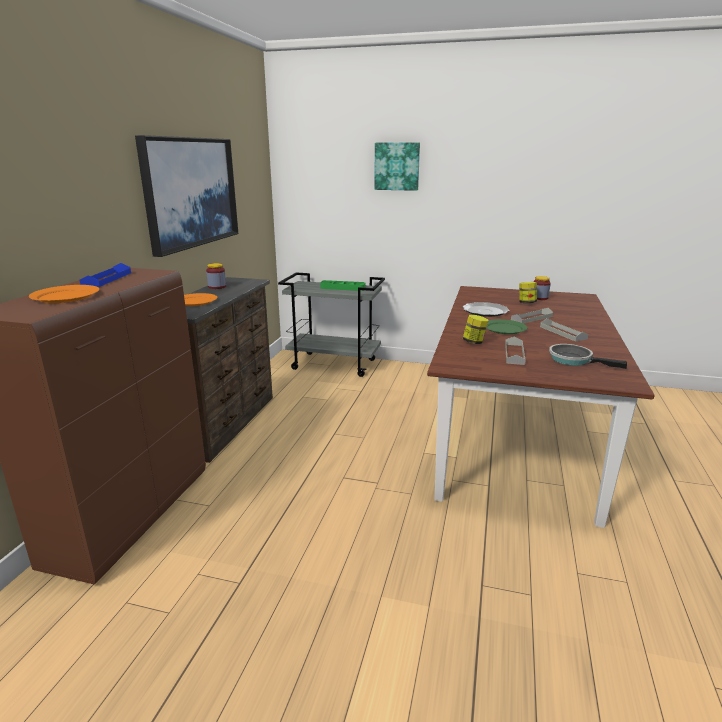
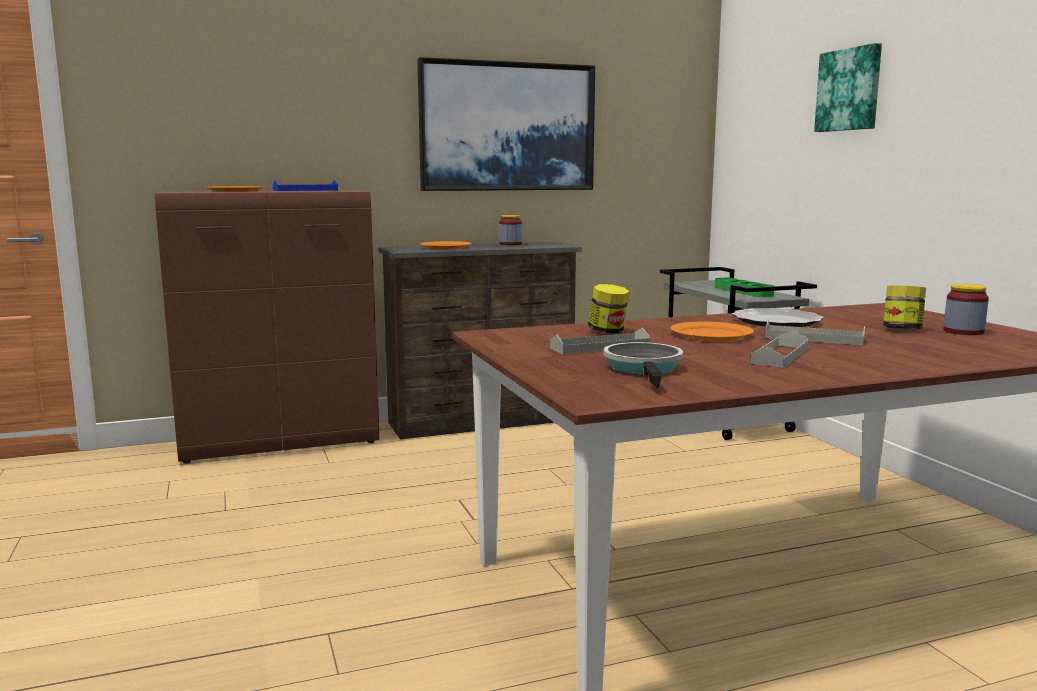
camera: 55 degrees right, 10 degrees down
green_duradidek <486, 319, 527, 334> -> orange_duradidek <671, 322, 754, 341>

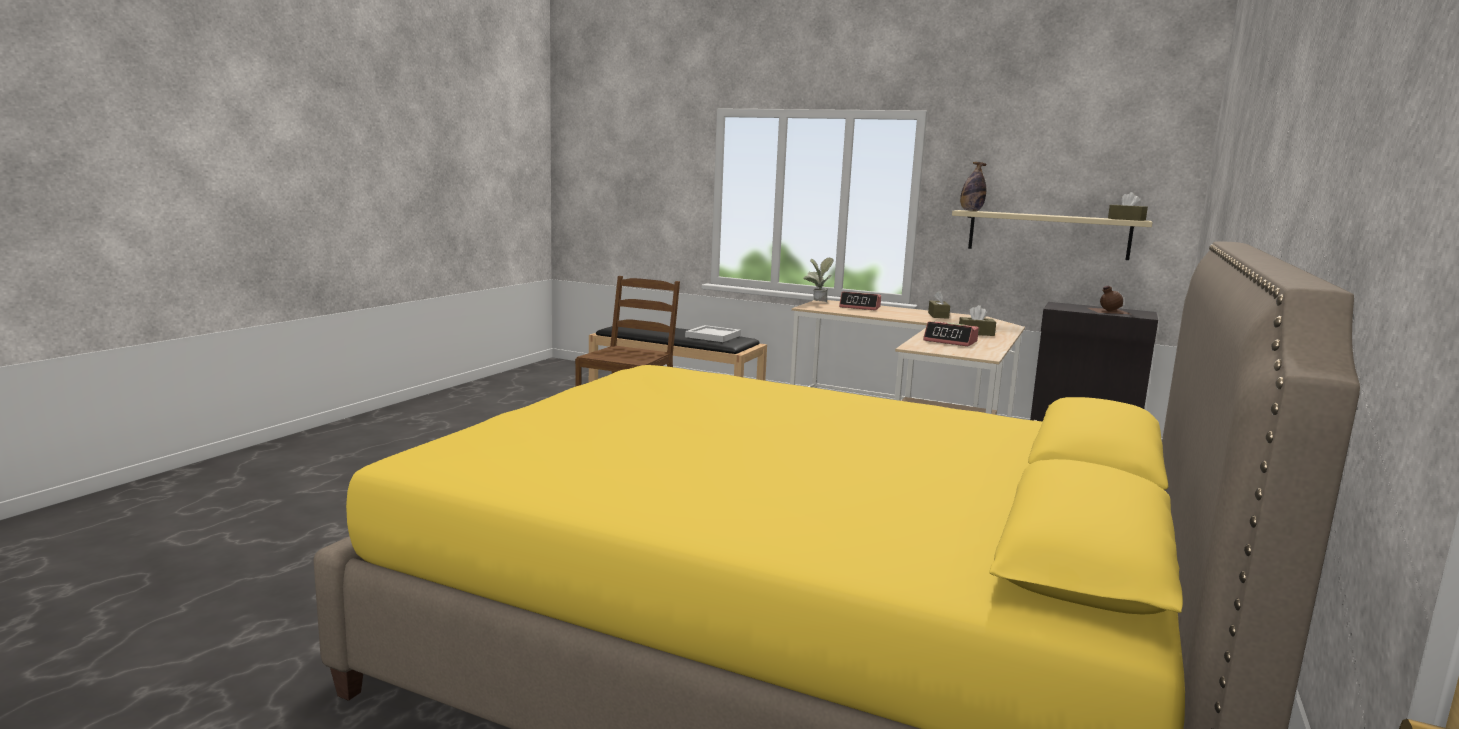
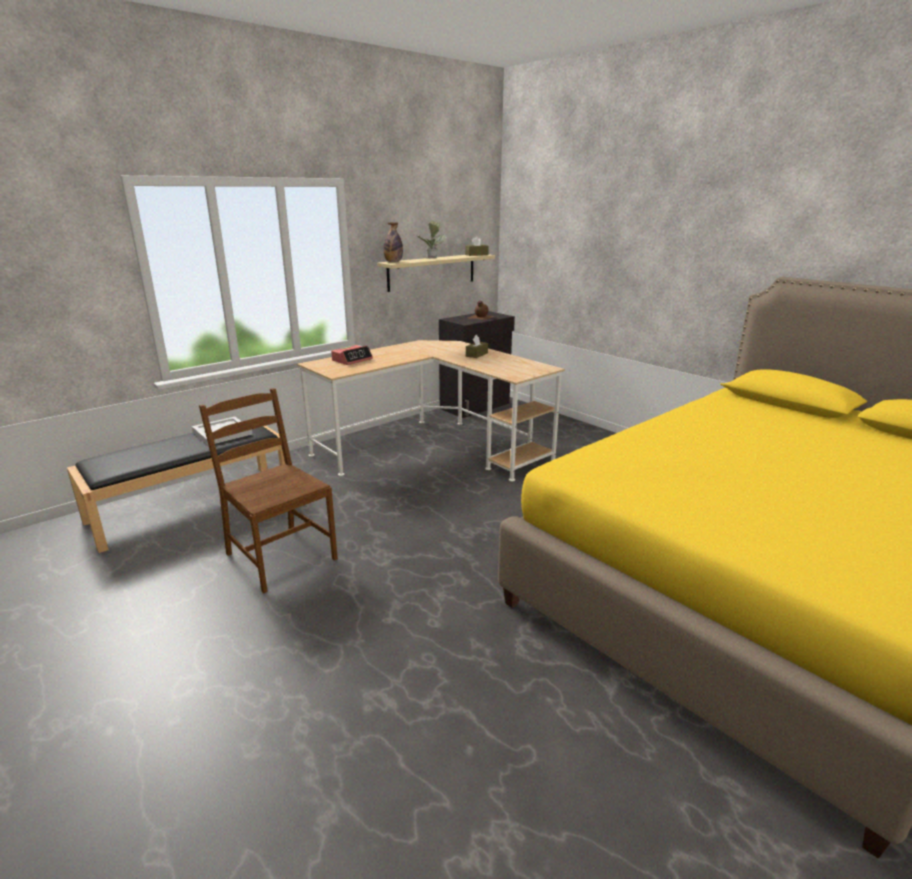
camera: 65 degrees left, 10 degrees up
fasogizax <803, 258, 834, 302> -> fasogizax <417, 221, 446, 259>, relocated
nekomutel <923, 321, 979, 346> -> none
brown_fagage <928, 291, 950, 319> -> none

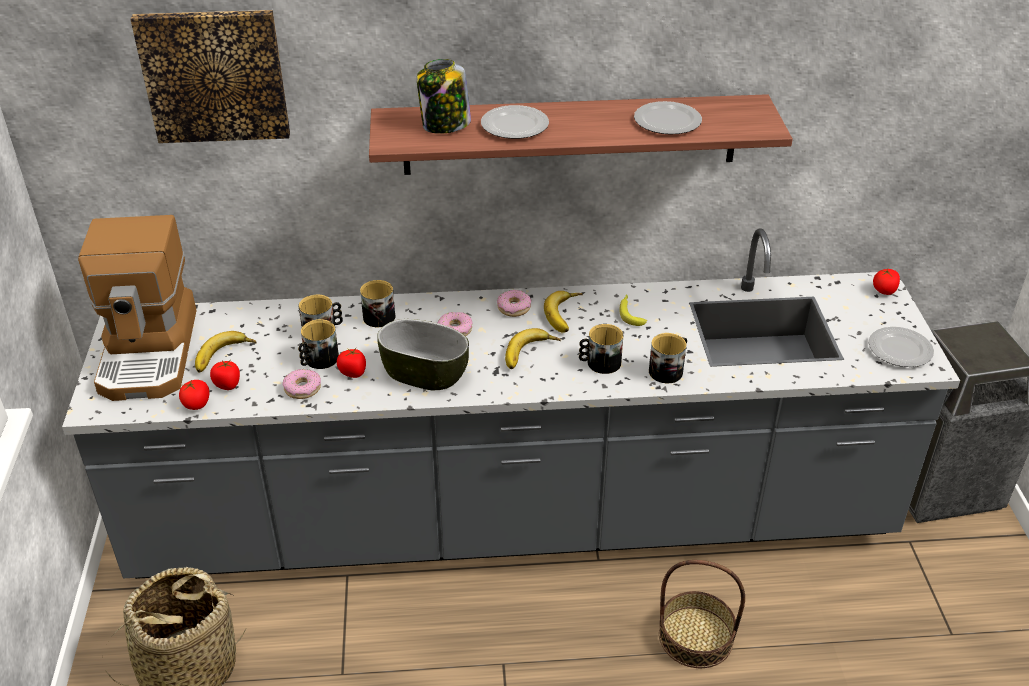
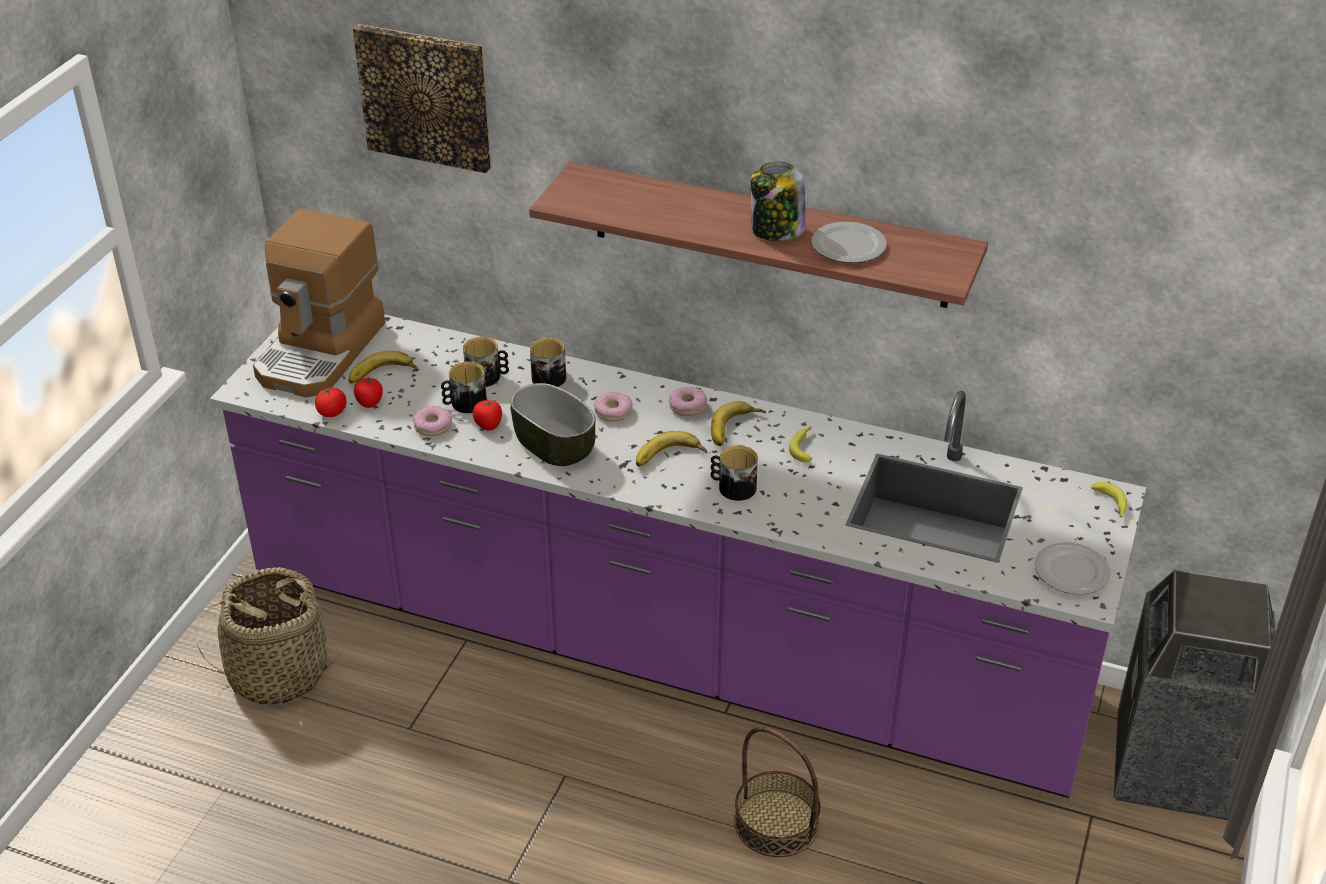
camera: 25 degrees right, 0 degrees up
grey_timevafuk <62, 228, 960, 579> -> purple_timevafuk <210, 314, 1146, 798>
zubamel <417, 59, 471, 134> -> zubamel <751, 162, 805, 241>, relocated
duradidek <481, 105, 549, 139> -> none
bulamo <649, 333, 687, 383> -> none
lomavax <873, 268, 900, 295> -> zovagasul <1091, 482, 1127, 518>

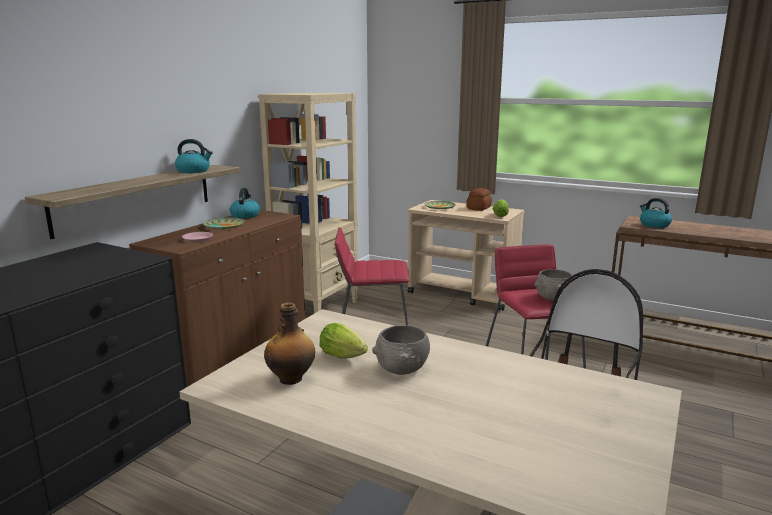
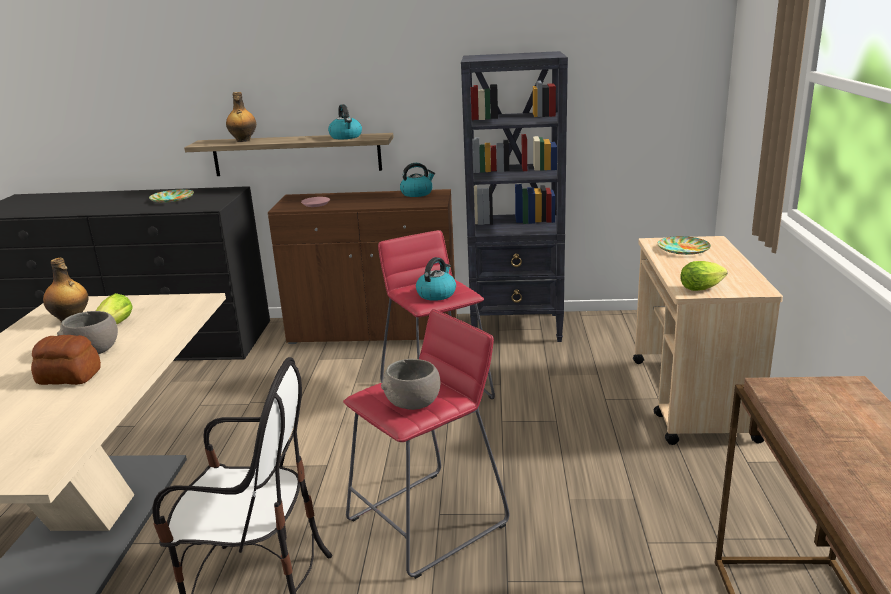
camera: 65 degrees right, 5 degrees up
duradidek <203, 217, 245, 229> -> duradidek <149, 189, 194, 203>, relocated
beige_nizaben <259, 93, 358, 314> -> black_nizaben <461, 51, 568, 342>
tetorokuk <466, 188, 492, 211> -> tetorokuk <31, 335, 101, 385>, relocated
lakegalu <640, 198, 672, 228> -> lakegalu <416, 257, 456, 301>, relocated
none -> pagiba <226, 92, 256, 142>

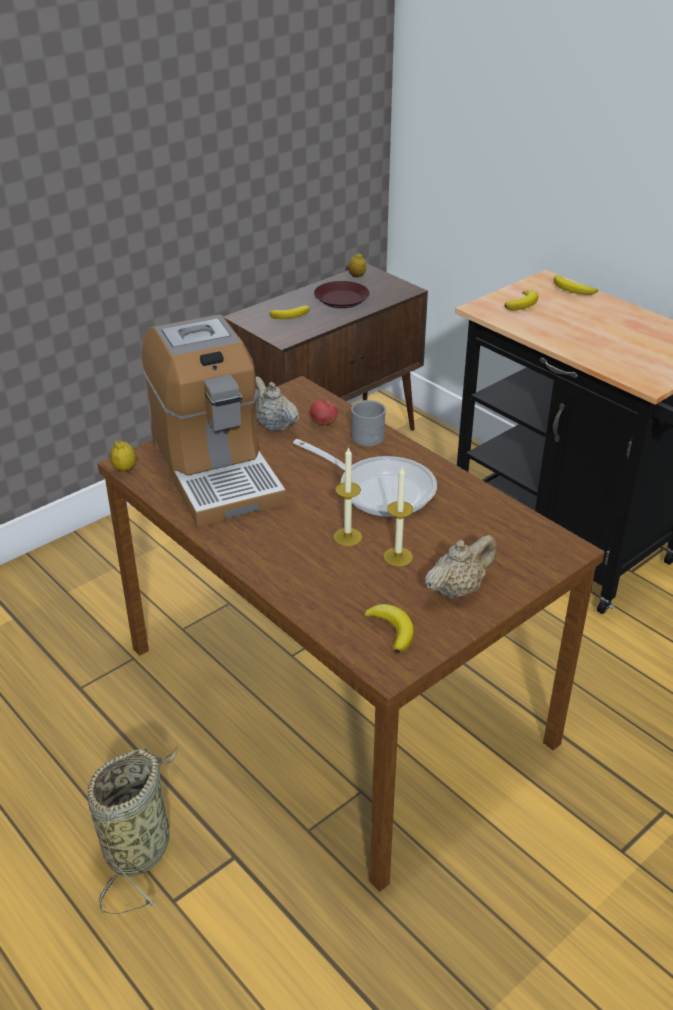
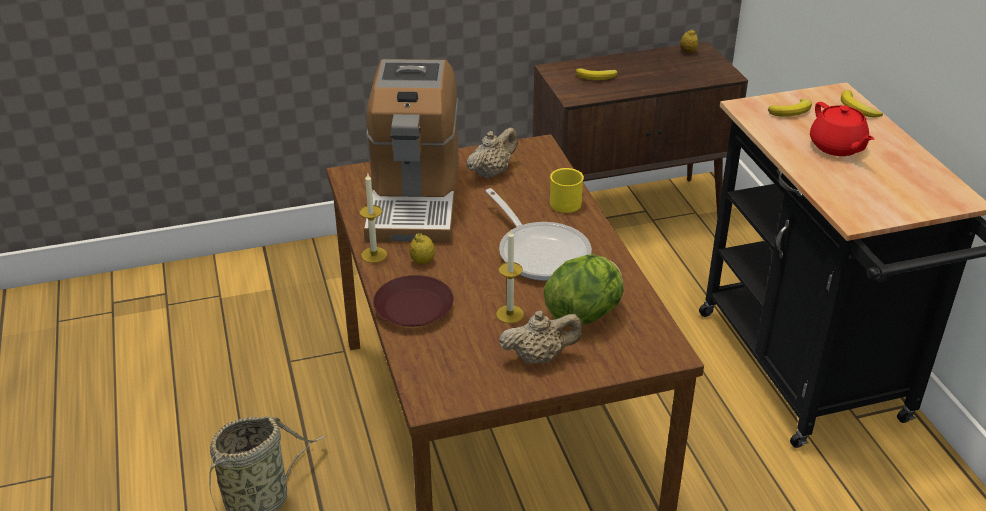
camera: 25 degrees right, 0 degrees up
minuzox <110, 440, 136, 472> -> minuzox <409, 233, 435, 264>, relocated
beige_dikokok <256, 377, 299, 431> -> beige_dikokok <467, 127, 518, 179>, 60 degrees clockwise
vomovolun <310, 399, 338, 425> -> none
brown_duradidek <314, 281, 370, 308> -> brown_duradidek <373, 275, 454, 327>, relocated
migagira <333, 447, 362, 546> -> migagira <360, 174, 387, 263>, relocated
grey_bulamo <351, 400, 386, 447> -> yellow_bulamo <550, 168, 584, 213>
zovagasul <364, 604, 414, 653> -> none
none -> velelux <543, 254, 624, 327>
none -> red_dikokok <810, 102, 874, 156>

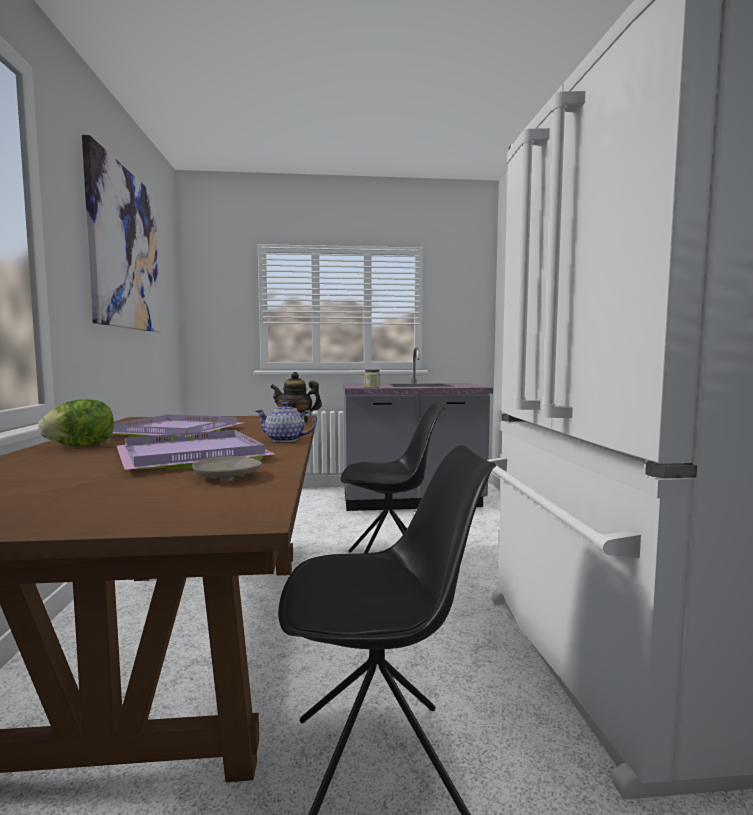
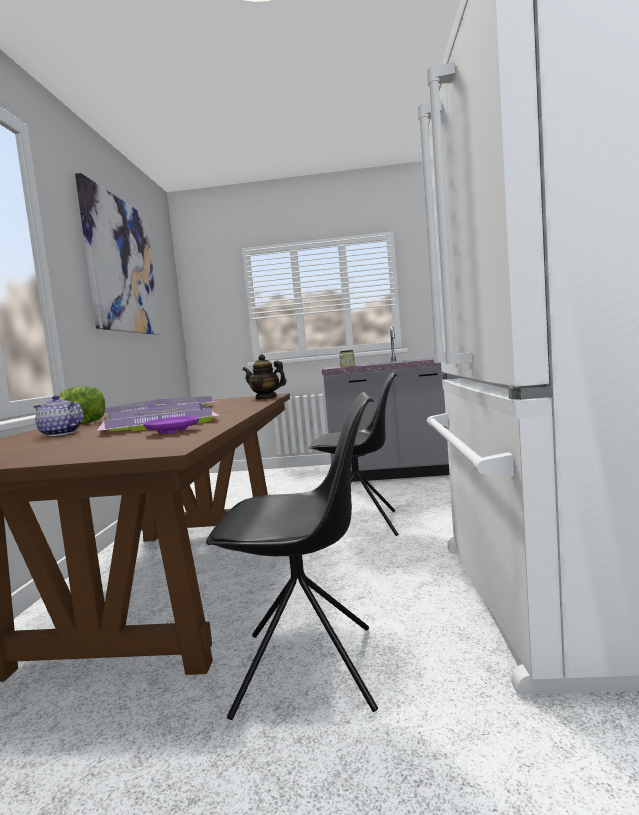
camera: 10 degrees right, 0 degrees up
beige_duradidek <192, 456, 262, 481> -> purple_duradidek <143, 416, 199, 434>
dikokok <255, 402, 316, 442> -> dikokok <33, 395, 83, 436>, relocated

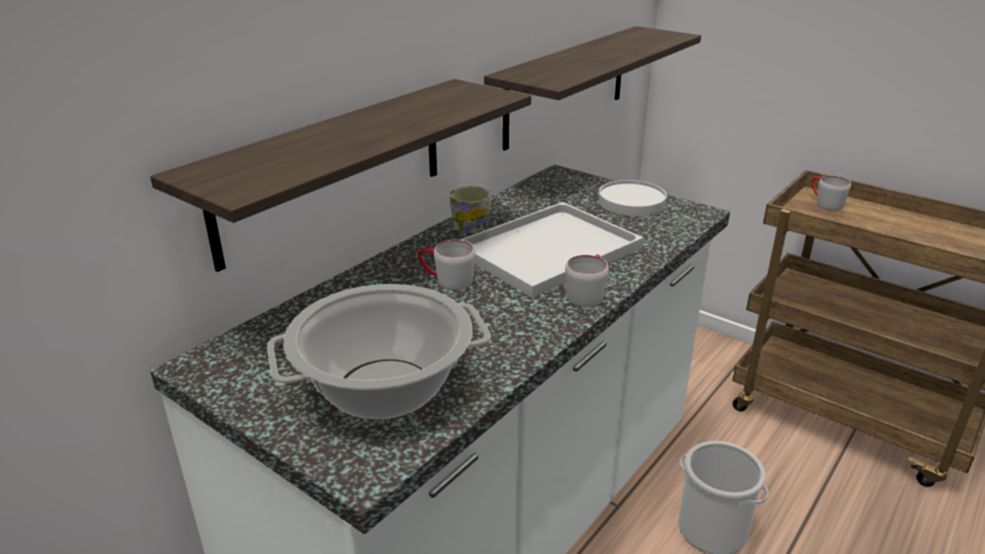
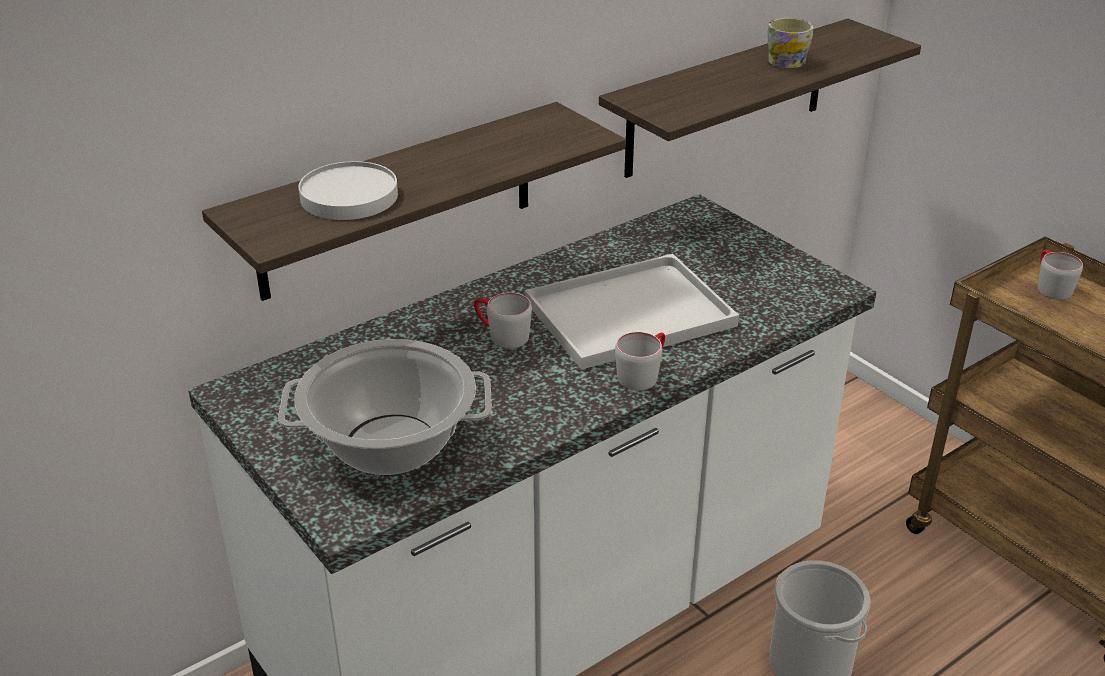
camera: 15 degrees right, 5 degrees up
bulamo <450, 186, 491, 233> -> bulamo <767, 18, 813, 68>, relocated
white_duradidek <599, 180, 667, 216> -> white_duradidek <299, 161, 398, 220>, relocated

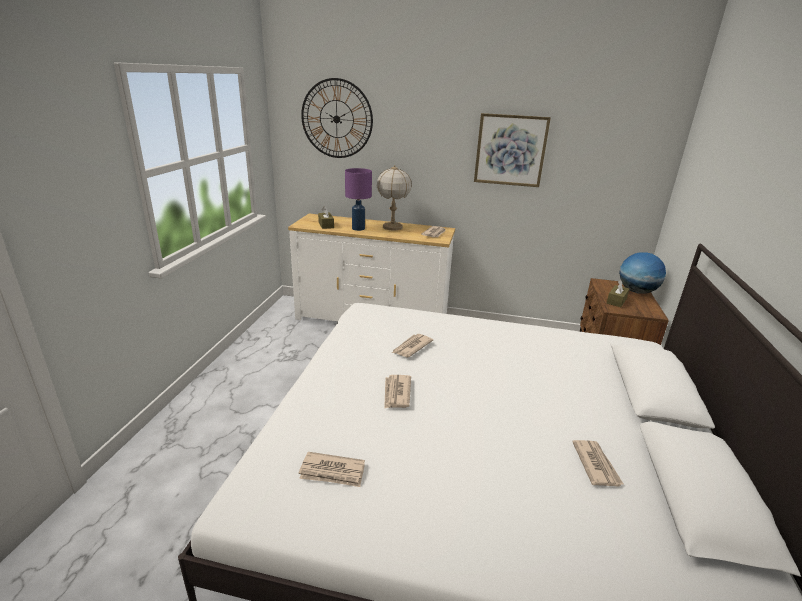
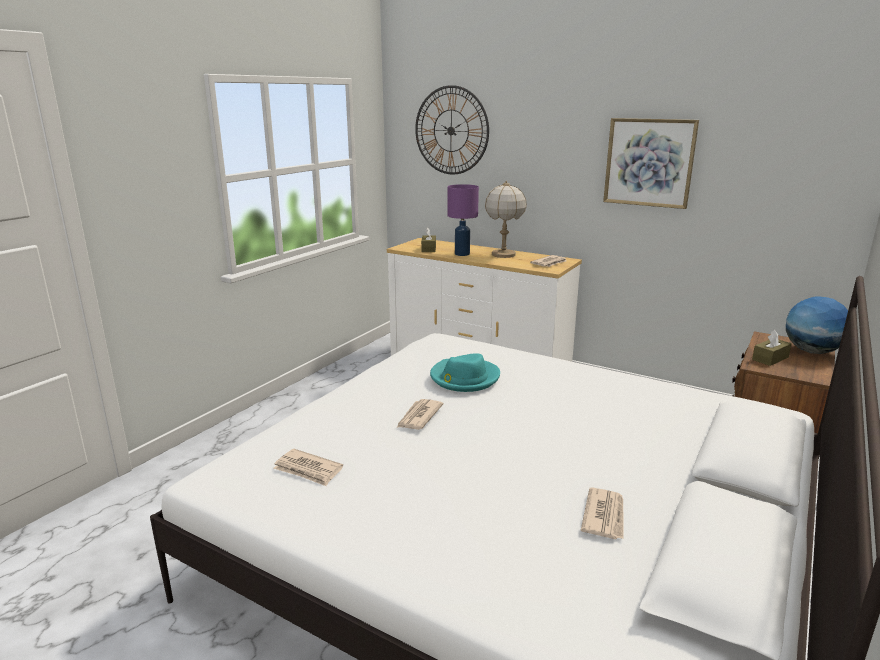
camera: 20 degrees right, 5 degrees down
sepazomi <392, 334, 433, 357> -> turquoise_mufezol <430, 353, 500, 392>

